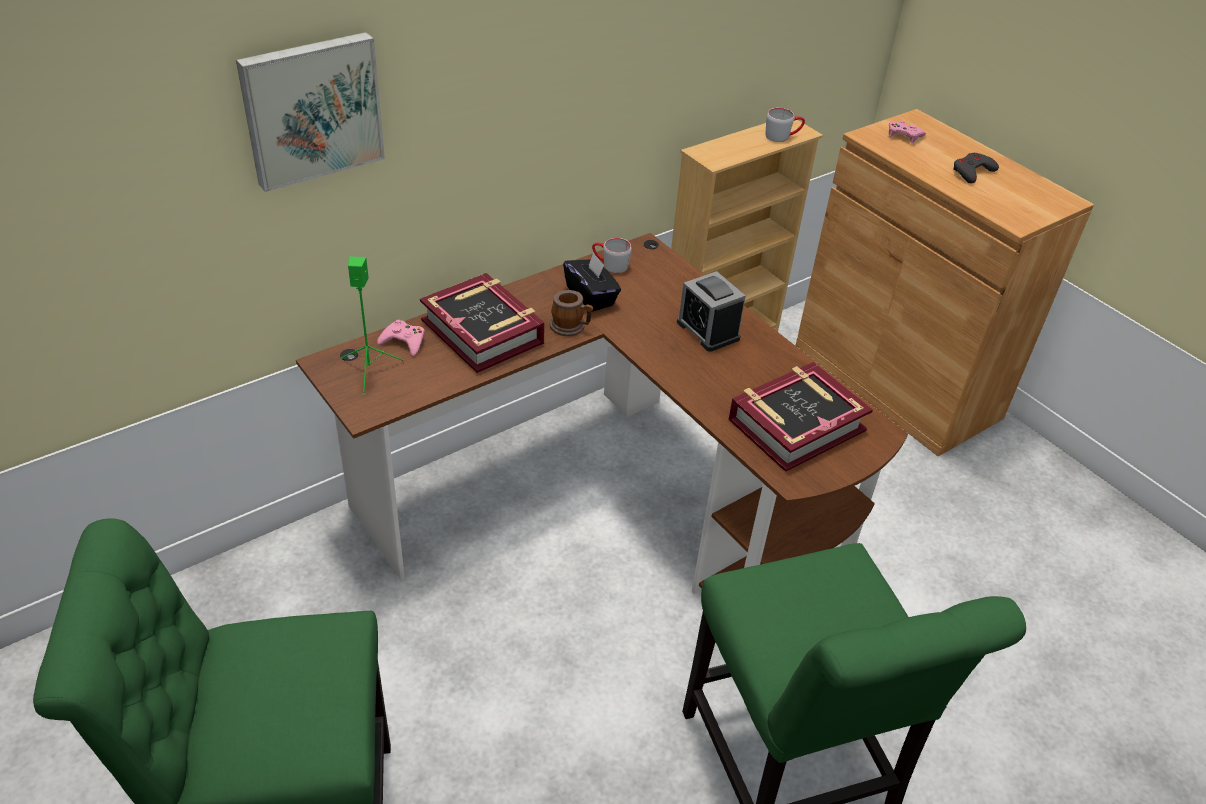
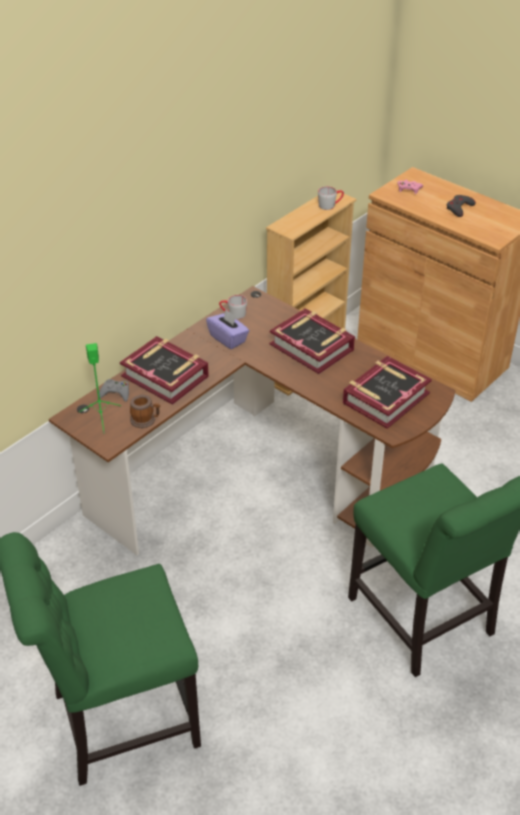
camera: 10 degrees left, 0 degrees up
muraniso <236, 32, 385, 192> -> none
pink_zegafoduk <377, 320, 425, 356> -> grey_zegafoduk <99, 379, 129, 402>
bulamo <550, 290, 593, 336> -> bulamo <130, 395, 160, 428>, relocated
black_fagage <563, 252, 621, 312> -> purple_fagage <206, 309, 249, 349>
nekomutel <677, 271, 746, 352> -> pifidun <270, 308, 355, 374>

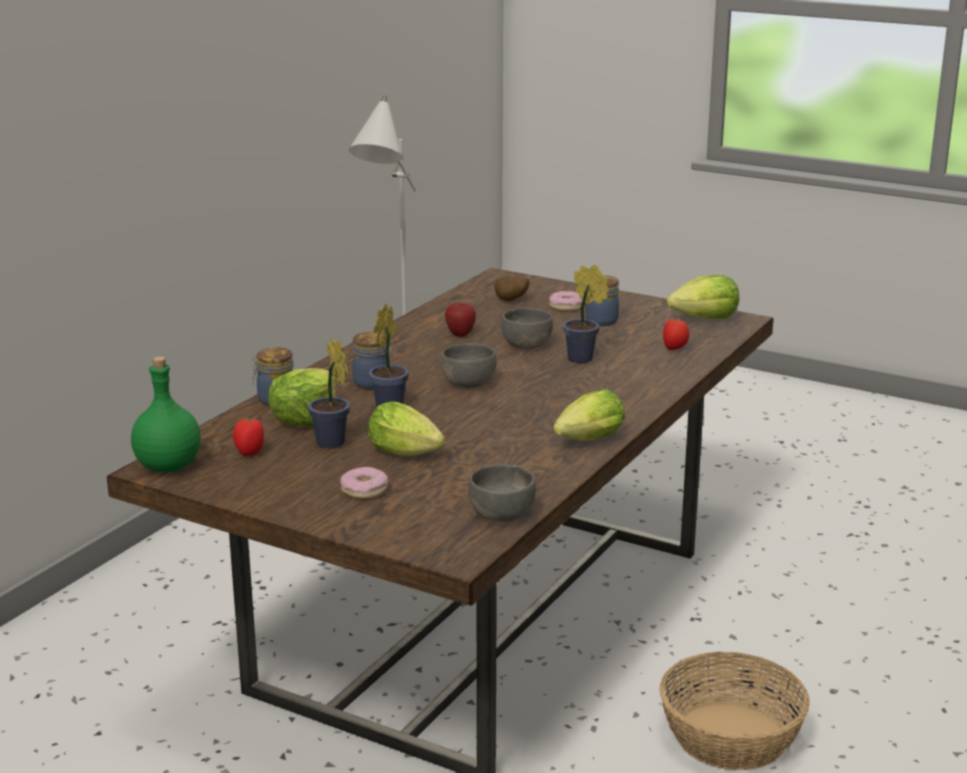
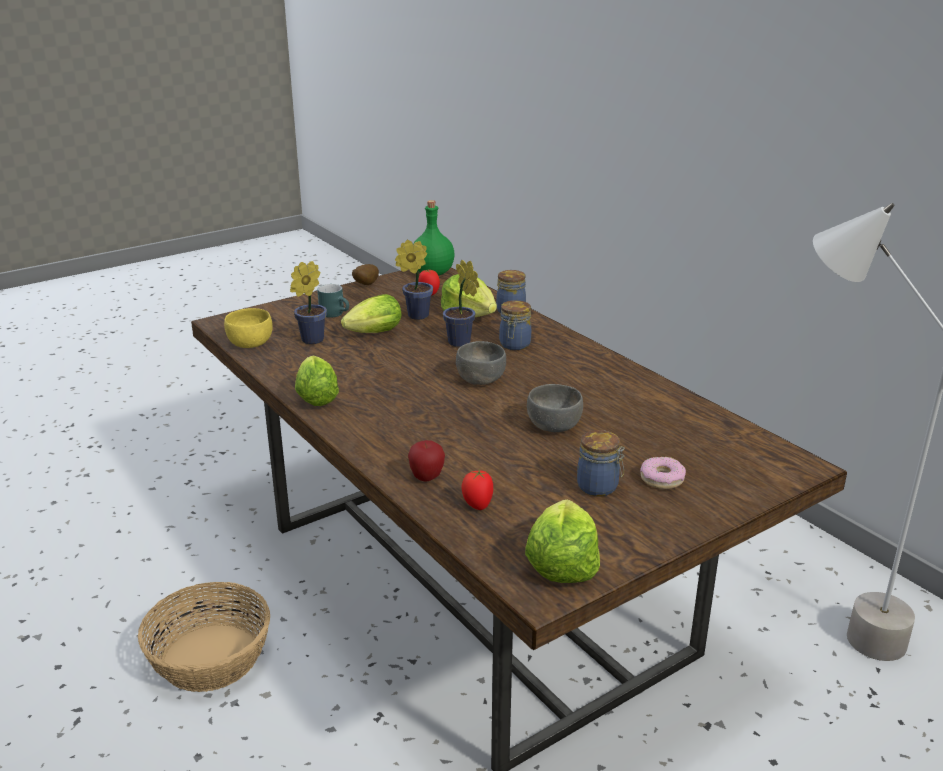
camera: 115 degrees right, 5 degrees up
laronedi <340, 467, 388, 499> -> turquoise_bulamo <317, 284, 349, 318>
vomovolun <445, 303, 476, 337> -> vomovolun <408, 440, 445, 481>, relocated
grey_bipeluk <468, 464, 536, 521> -> yellow_bipeluk <224, 308, 273, 348>
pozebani <495, 276, 530, 301> -> pozebani <352, 264, 379, 285>, relocated
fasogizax <563, 265, 609, 363> -> fasogizax <290, 261, 327, 344>, relocated

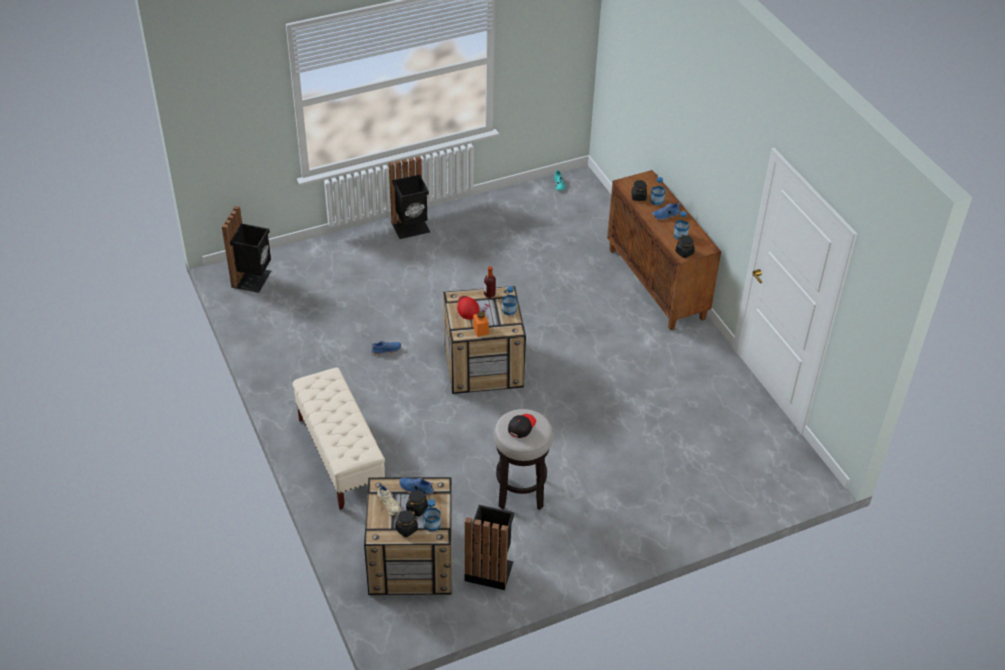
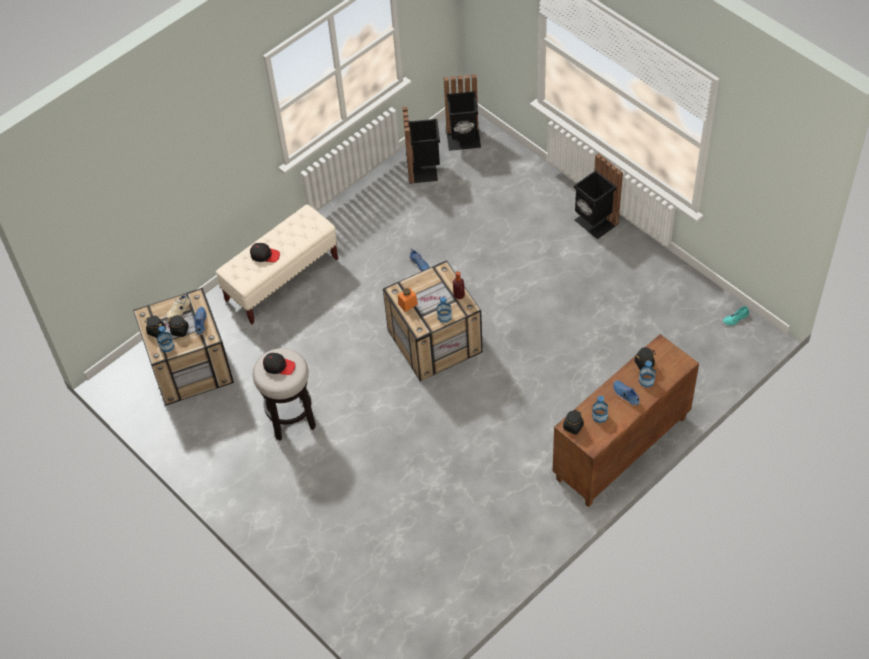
camera: 75 degrees right, 10 degrees up
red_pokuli <457, 296, 480, 319> -> none
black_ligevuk <465, 505, 514, 590> -> black_ligevuk <402, 106, 440, 184>, relocated
none -> black_pokuli <250, 243, 280, 262>

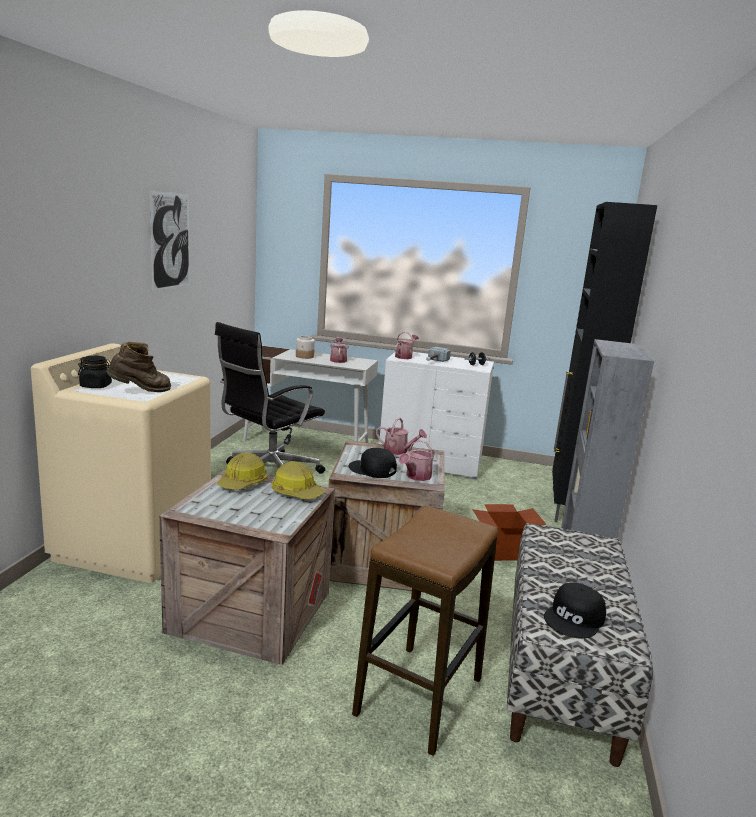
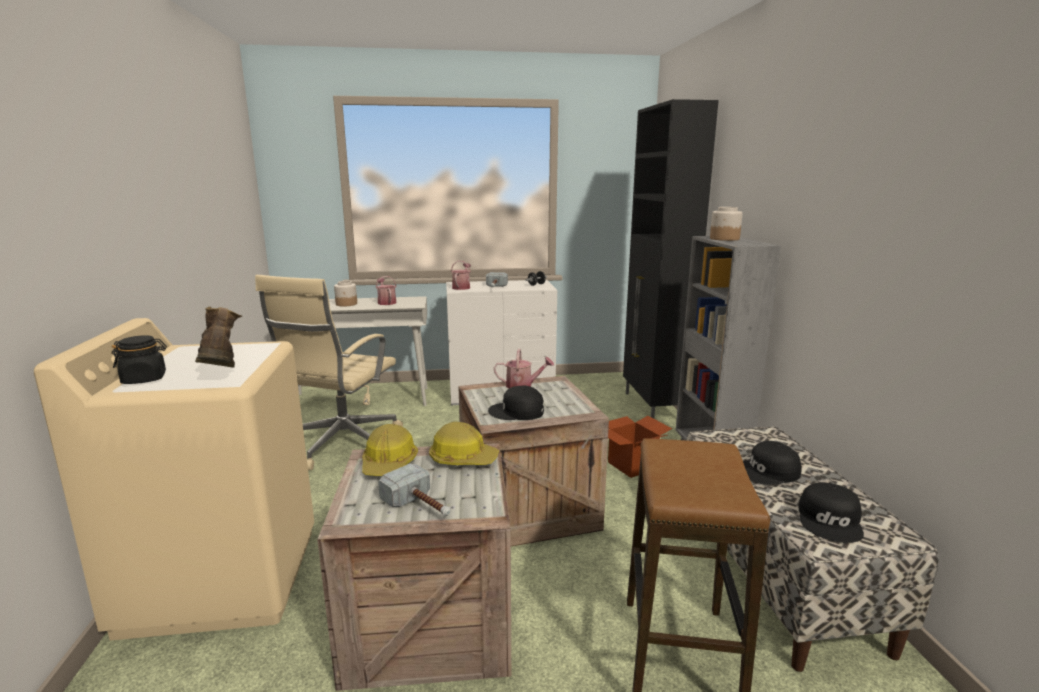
camera: 20 degrees left, 0 degrees up
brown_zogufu <106, 342, 171, 392> -> brown_zogufu <195, 306, 242, 368>, 60 degrees counterclockwise
muraniso <150, 191, 190, 291> -> none
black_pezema <215, 322, 325, 474> -> beige_pezema <255, 275, 403, 470>
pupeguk <399, 440, 435, 481> -> none
none -> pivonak <378, 464, 451, 516>
none -> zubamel <710, 207, 743, 241>
none -> black_pokuli <743, 441, 802, 485>

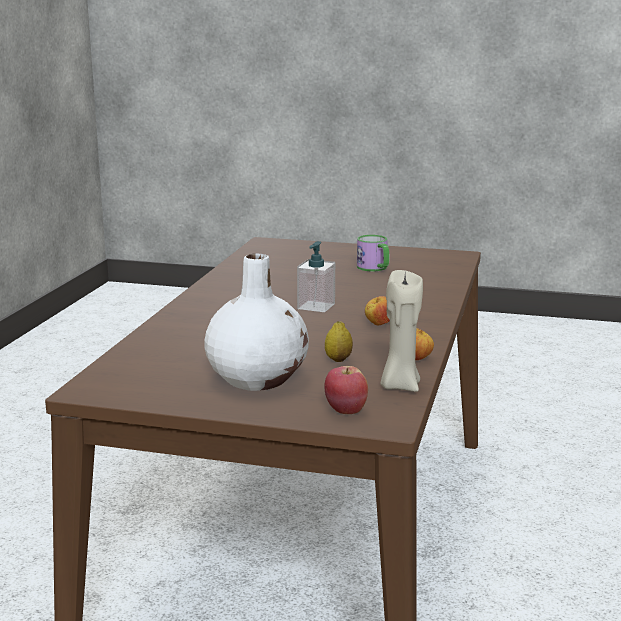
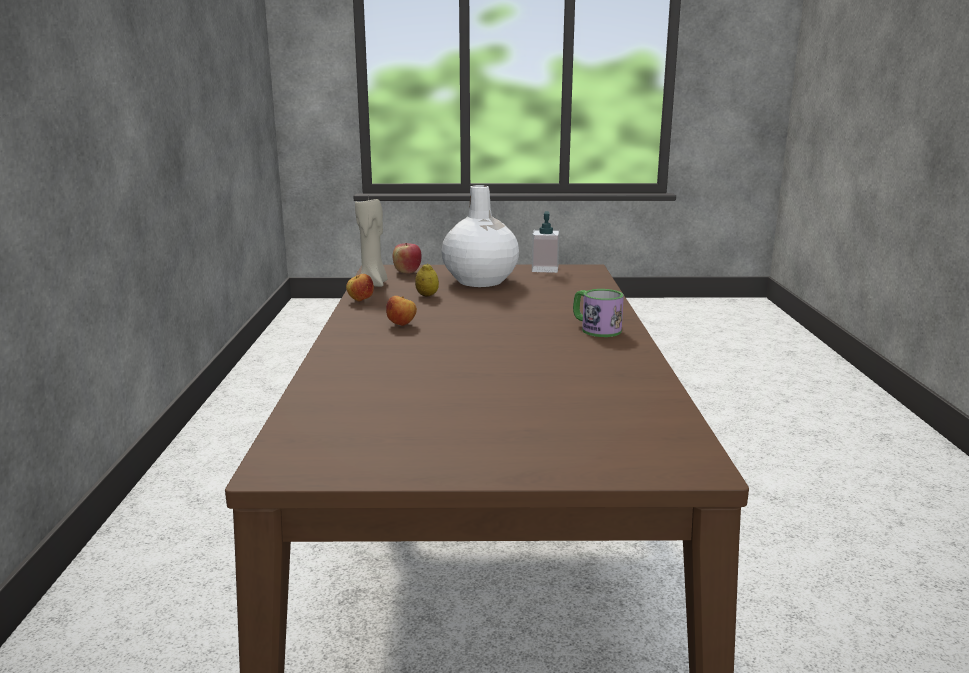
camera: 165 degrees right, 0 degrees up
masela <297, 241, 335, 312> -> masela <532, 211, 560, 273>, relocated
bulamo <357, 235, 389, 271> -> bulamo <573, 289, 624, 337>, relocated

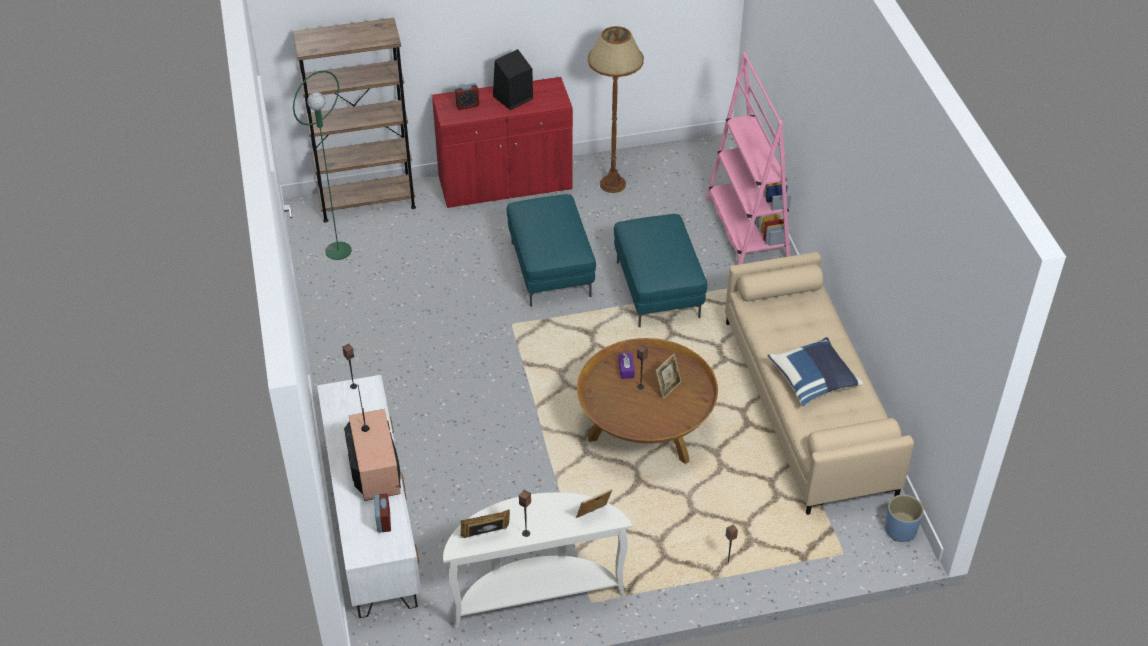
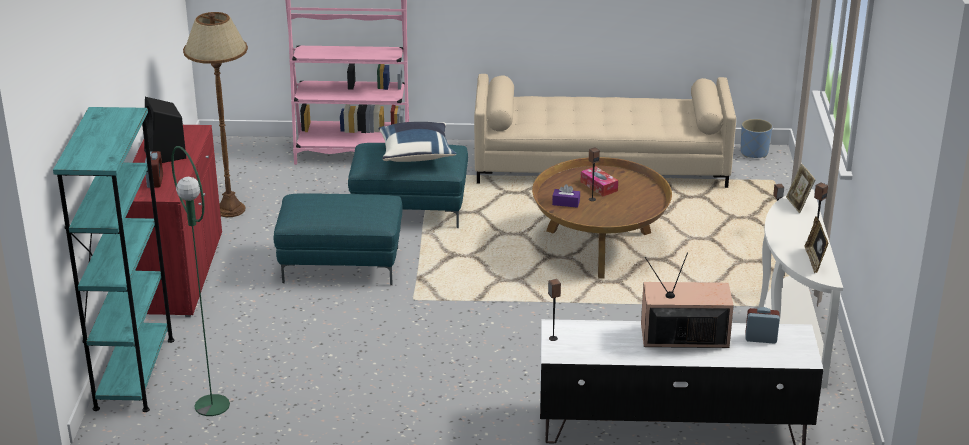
camera: 75 degrees left, 15 degrees down
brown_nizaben <293, 18, 416, 222> -> turquoise_nizaben <53, 107, 174, 412>
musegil <655, 354, 682, 399> -> fagage <581, 166, 618, 196>
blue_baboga <767, 337, 863, 407> -> blue_baboga <378, 122, 456, 162>, relocated

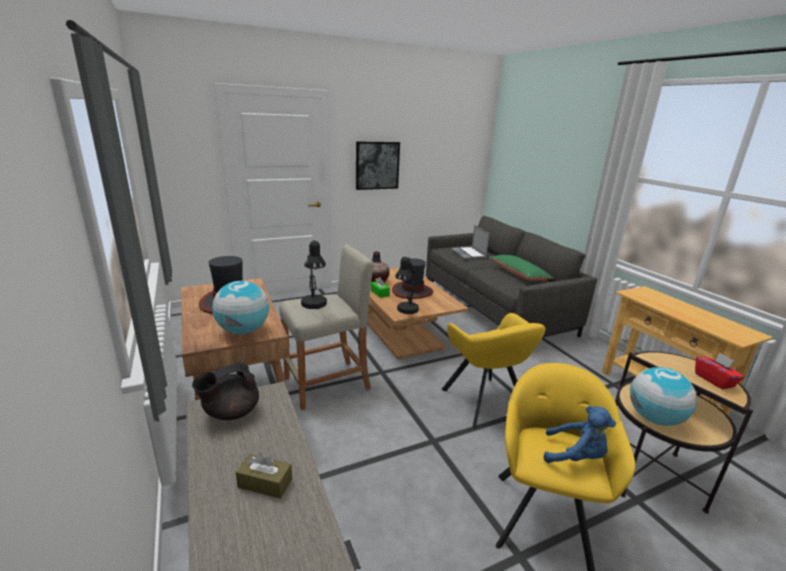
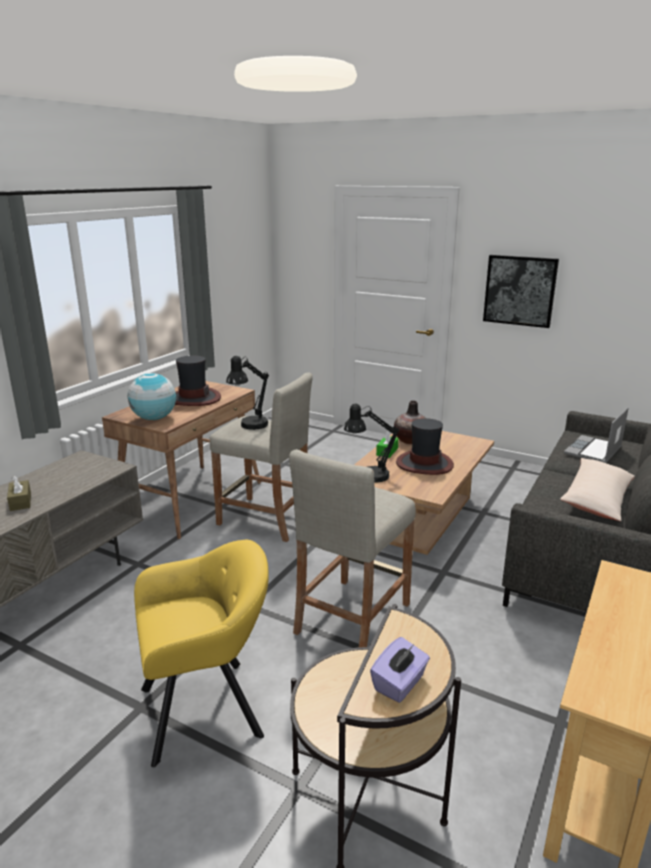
camera: 55 degrees right, 0 degrees up
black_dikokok <192, 362, 259, 420> -> none
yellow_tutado <441, 313, 546, 429> -> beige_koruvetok <289, 449, 416, 647>
green_baboga <489, 255, 554, 281> -> beige_baboga <560, 458, 635, 521>
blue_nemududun <544, 406, 616, 463> -> none
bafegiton <630, 367, 697, 426> -> none
red_fagage <695, 353, 744, 390> -> purple_fagage <370, 637, 430, 703>

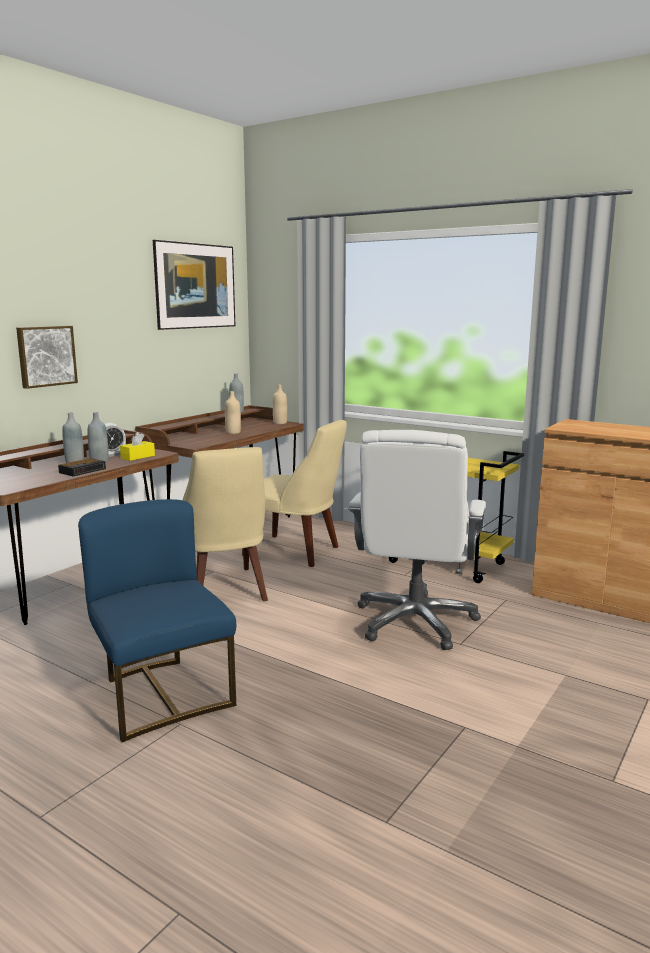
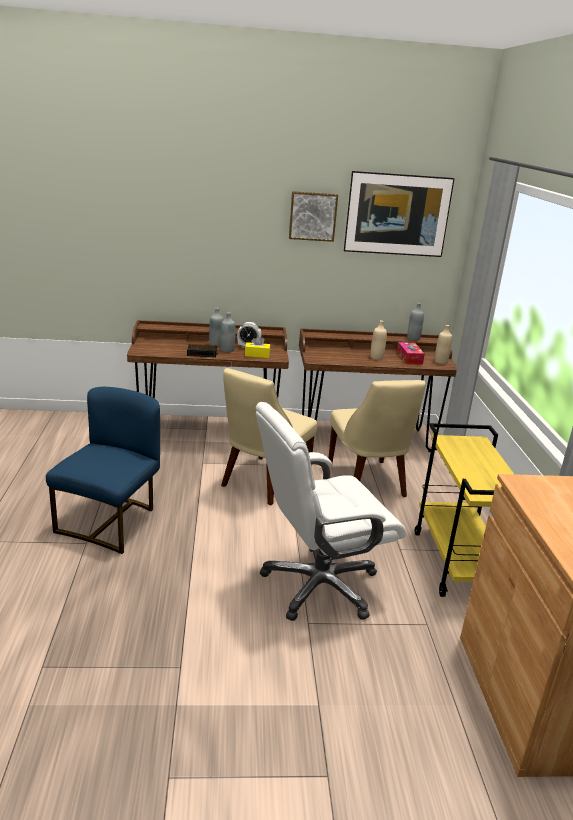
camera: 50 degrees right, 10 degrees up
muraniso <16, 326, 78, 389> -> muraniso <289, 191, 338, 242>, relocated
none -> fagage <397, 342, 425, 365>

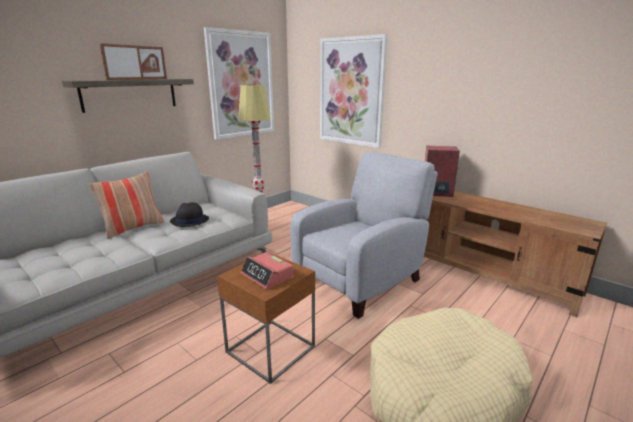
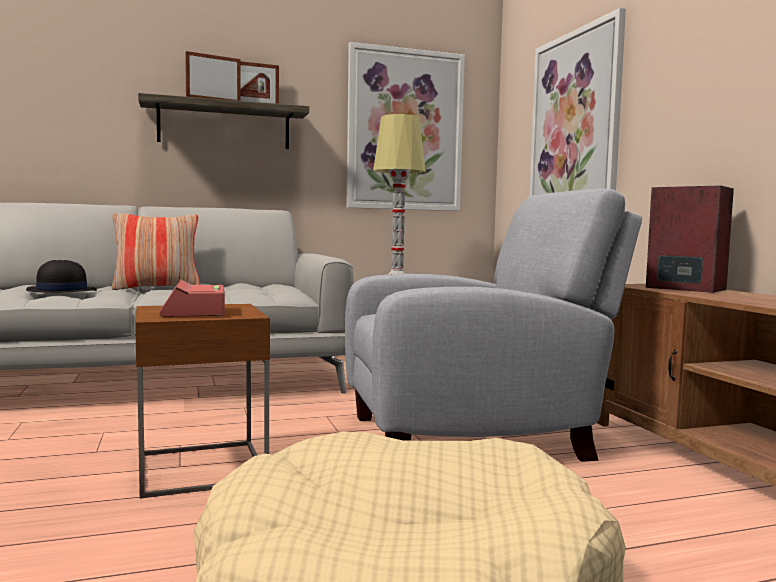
camera: 30 degrees right, 15 degrees down
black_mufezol <170, 202, 209, 227> -> black_mufezol <26, 260, 97, 293>, relocated

